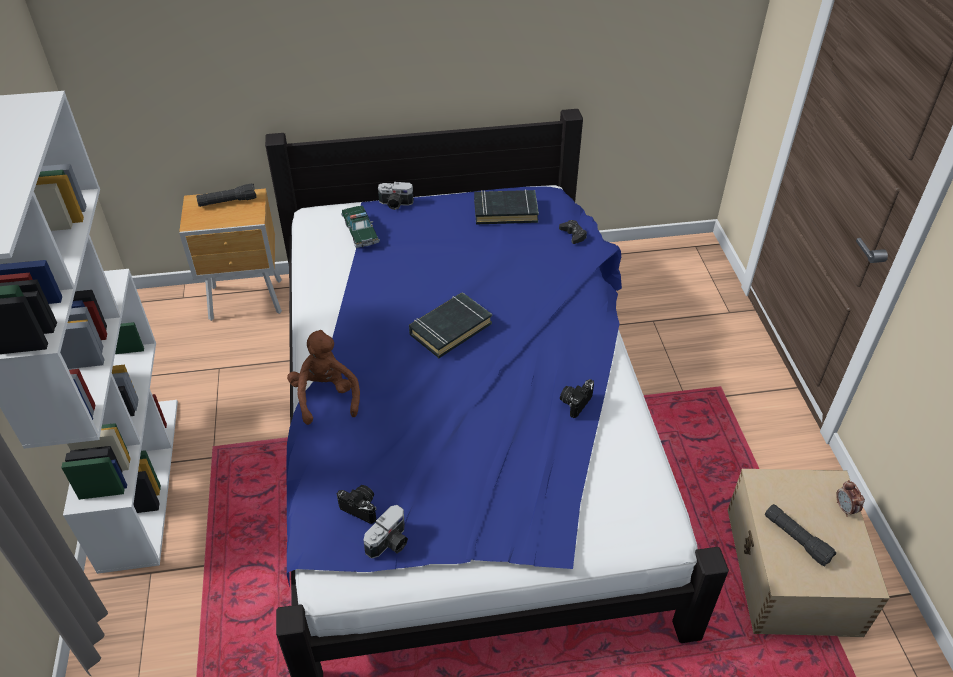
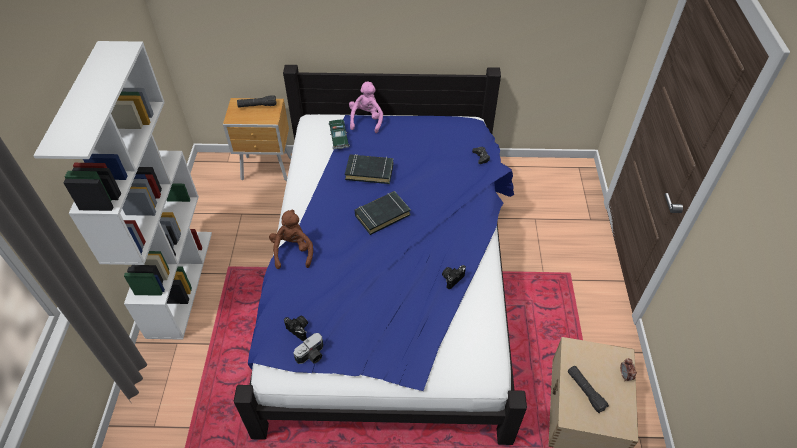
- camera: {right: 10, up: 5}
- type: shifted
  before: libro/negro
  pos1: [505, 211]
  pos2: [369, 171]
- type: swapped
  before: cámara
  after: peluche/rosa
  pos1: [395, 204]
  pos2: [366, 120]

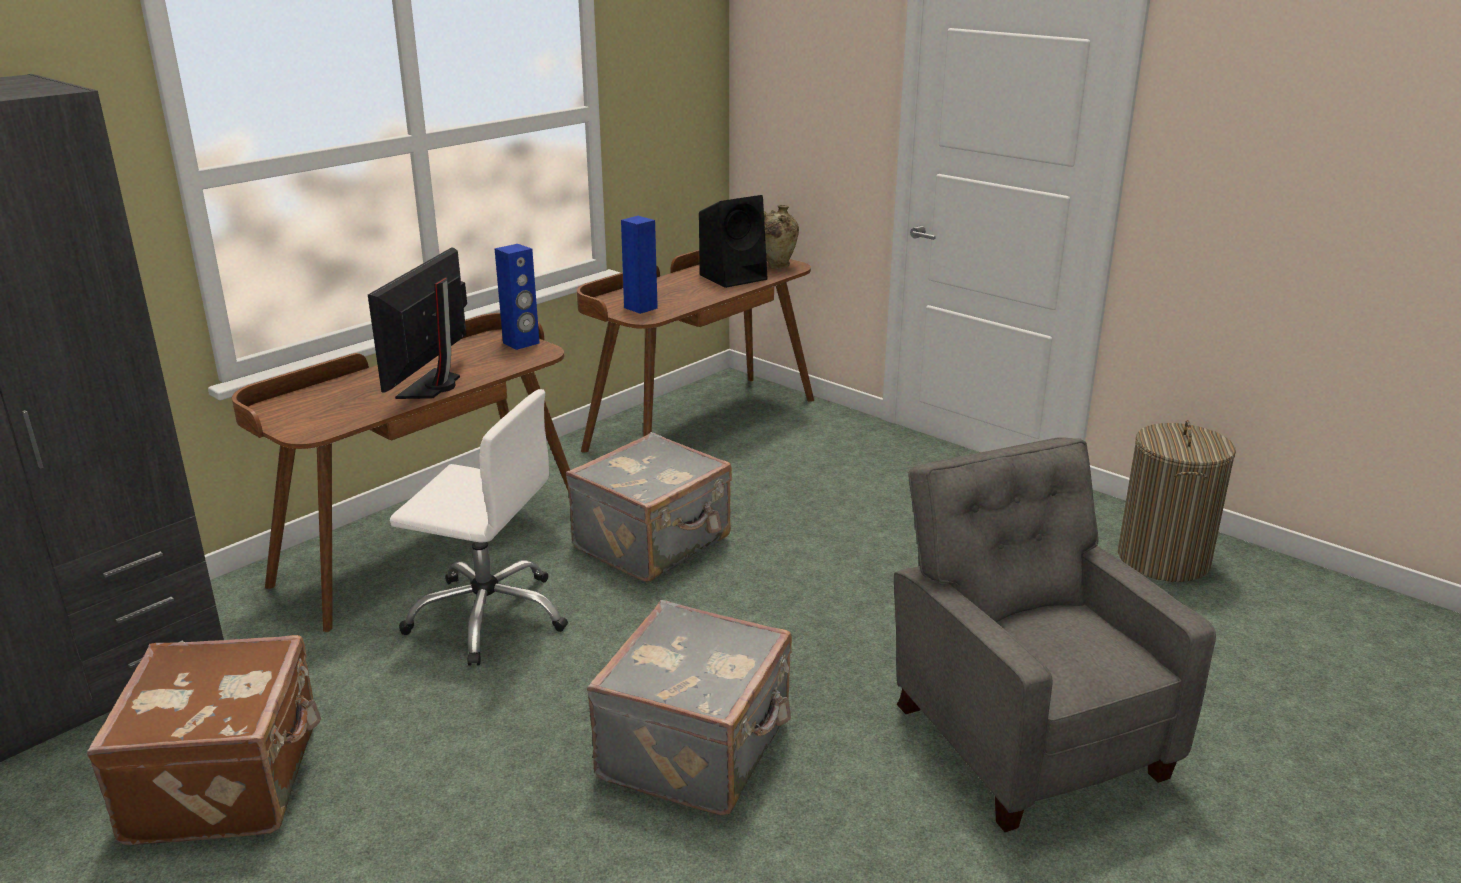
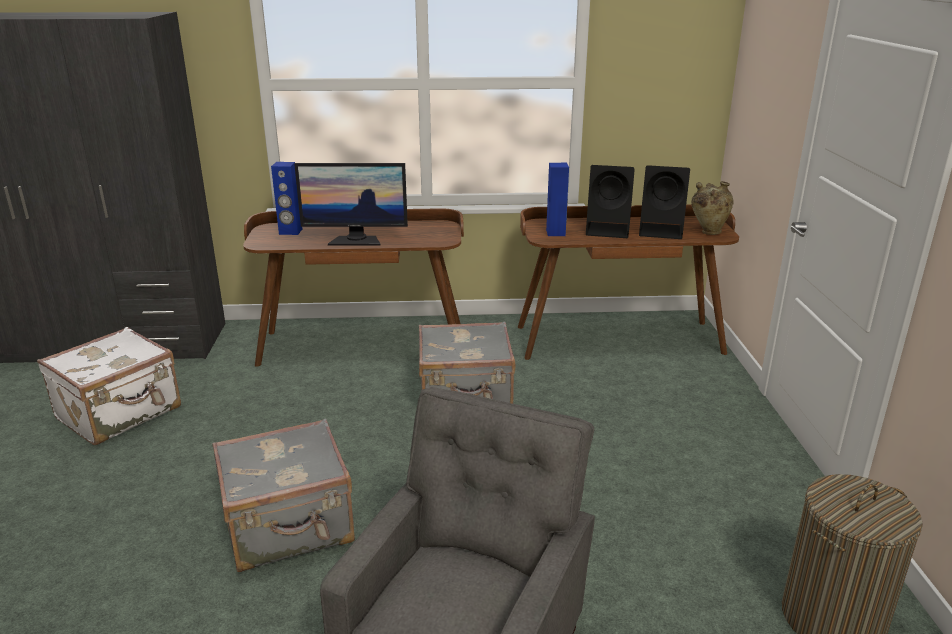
- camera: {right: 45, up: 0}
- type: gone
  before: silla de oficina/blanco
  pos1: [488, 615]
- type: new
  after: altavoz/negro
  pos2: [609, 230]
- type: shifted
  before: altavoz/azul
  pos1: [521, 343]
  pos2: [290, 232]
- type: repainted
  before: maleta/marrón
  after: maleta/blanco
  pos1: [229, 781]
  pos2: [120, 413]
- type: rotated
  before: monitor
  pos1: [433, 386]
  pos2: [356, 240]
  turn: -150

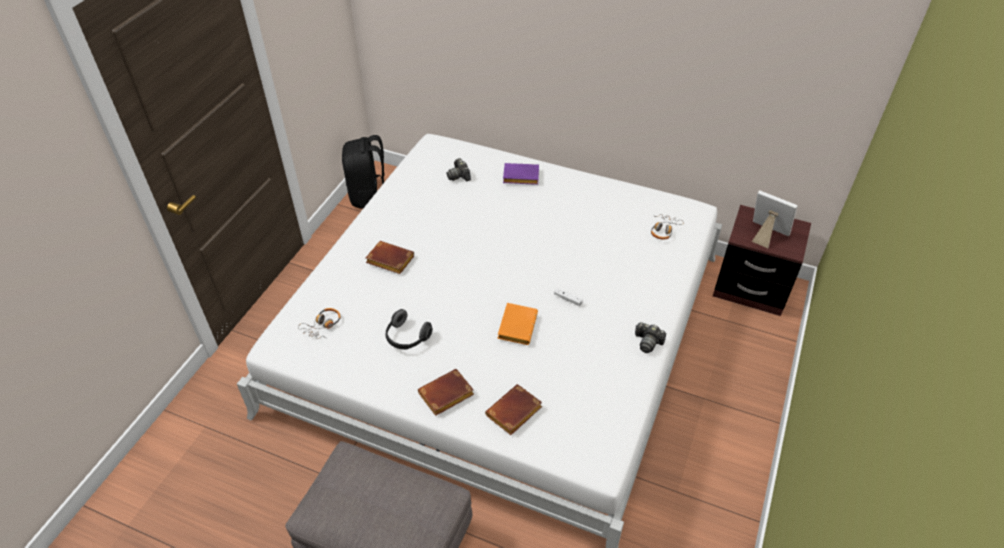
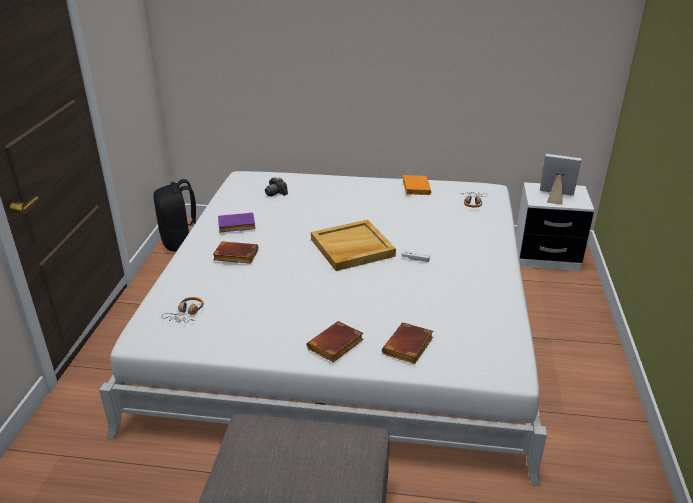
- camera: {right: -15, up: -15}
- type: gone
  before: auriculares
  pos1: [406, 338]
- type: gone
  before: cámara
  pos1: [648, 342]
- type: new
  after: bandeja/beis
  pos2: [352, 248]
- type: shifted
  before: libro/naranja
  pos1: [516, 325]
  pos2: [415, 188]
- type: shifted
  before: libro/morado
  pos1: [520, 177]
  pos2: [235, 226]
- type: repainted
  before: mesita de noche/marrón
  after: mesita de noche/blanco
  pos1: [751, 288]
  pos2: [546, 256]

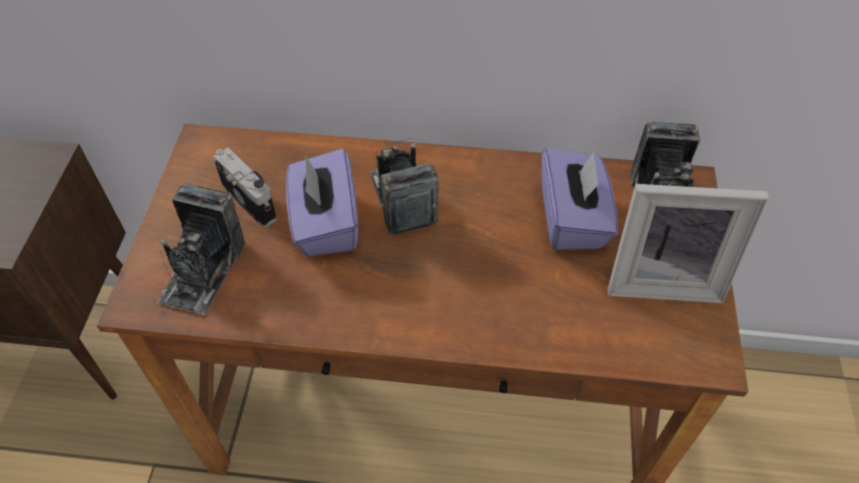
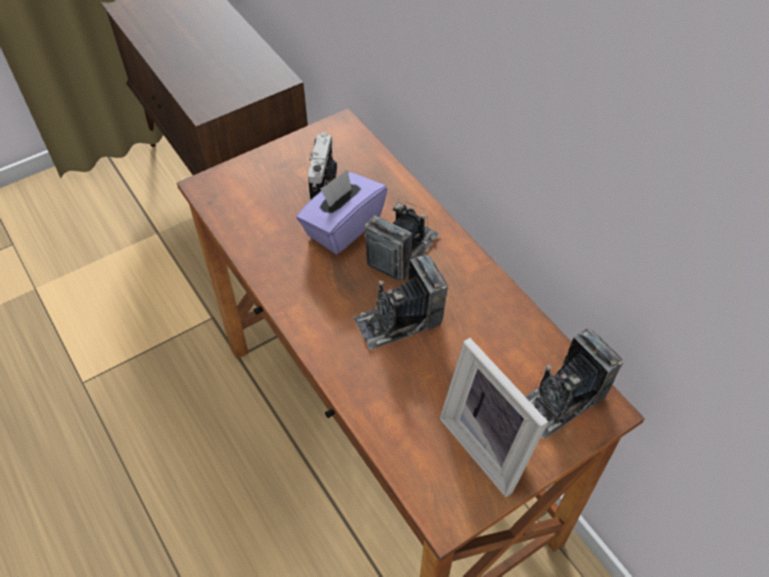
- camera: {right: 50, up: 0}
- type: gone
  before: caja de pañuelos/morado
  pos1: [572, 219]
- type: shifted
  before: cámara
  pos1: [203, 270]
  pos2: [398, 321]

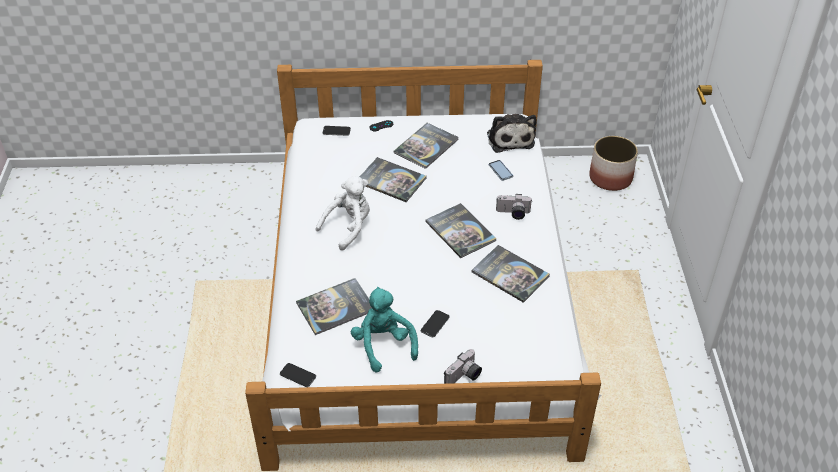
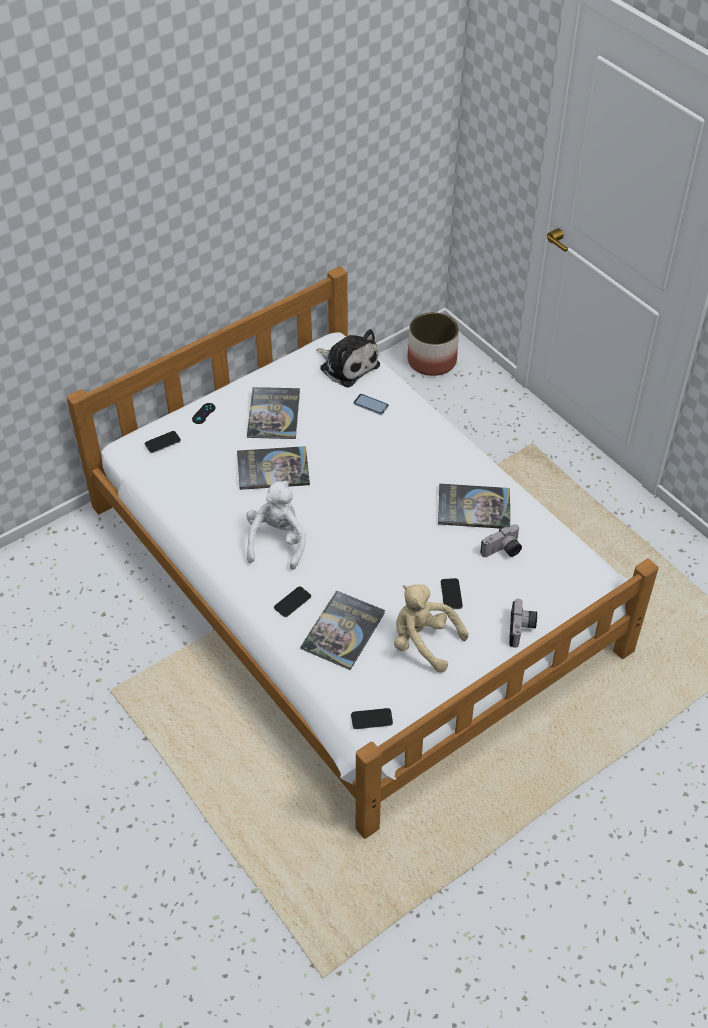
- camera: {right: -35, up: 5}
- type: gone
  before: libro
  pos1: [460, 231]
- type: new
  after: móvil
  pos2: [292, 602]
- type: shifted
  before: cámara
  pos1: [513, 214]
  pos2: [503, 551]
- type: repainted
  before: peluche/turquesa
  after: peluche/beis
  pos1: [383, 345]
  pos2: [423, 642]

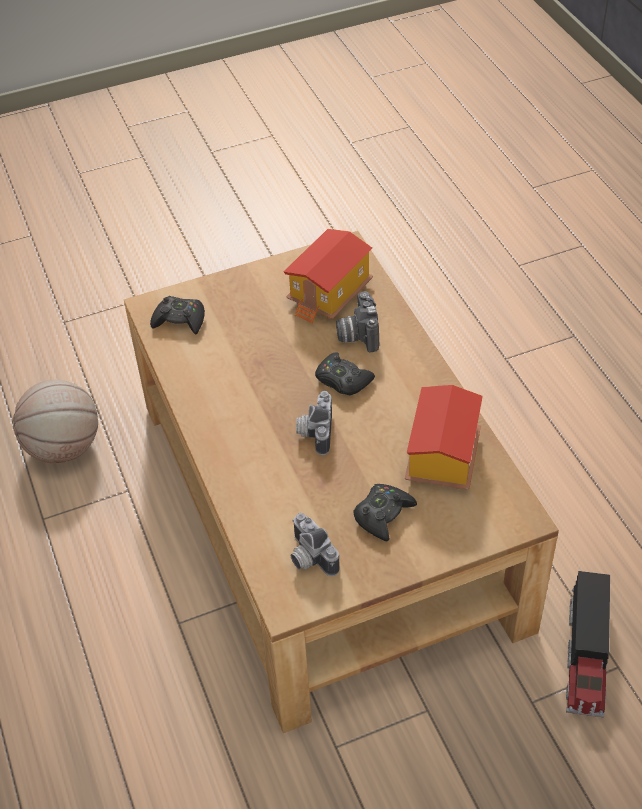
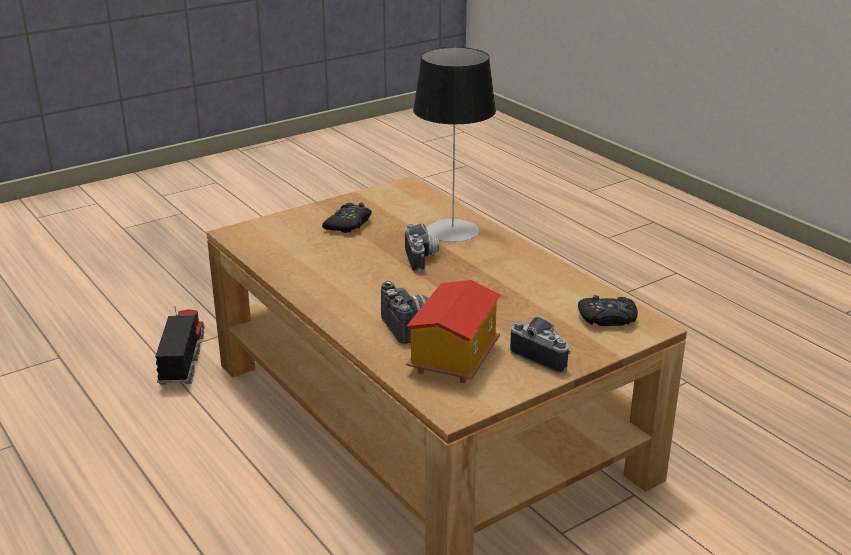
- camera: {right: 165, up: -20}
- type: gone
  before: balón de baloncesto
  pos1: [64, 448]
- type: gone
  before: mando de consola/negro
  pos1: [342, 380]
- type: gone
  before: casita
  pos1: [441, 457]
- type: new
  after: lámpara de mesa
  pos2: [452, 230]
- type: shifted
  before: cámara
  pos1: [308, 558]
  pos2: [544, 356]

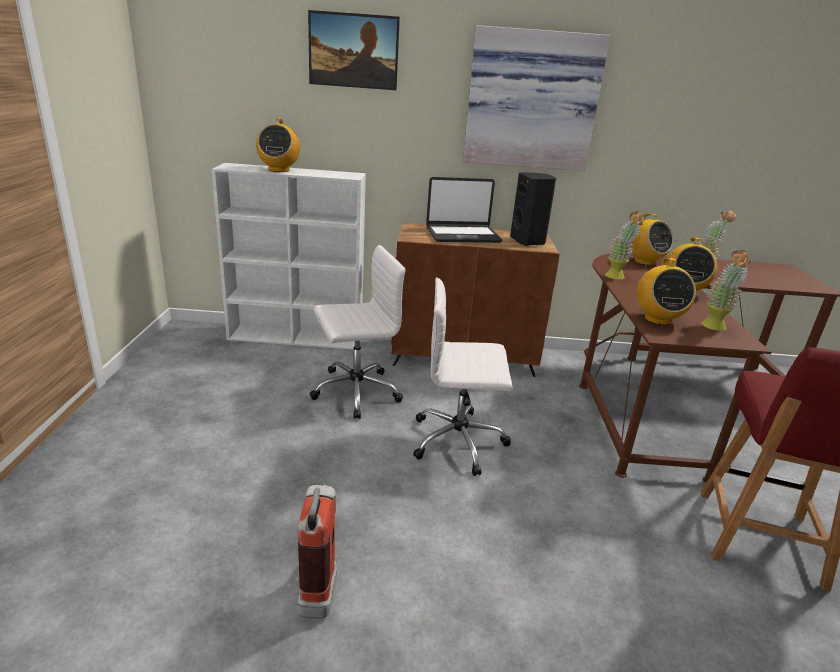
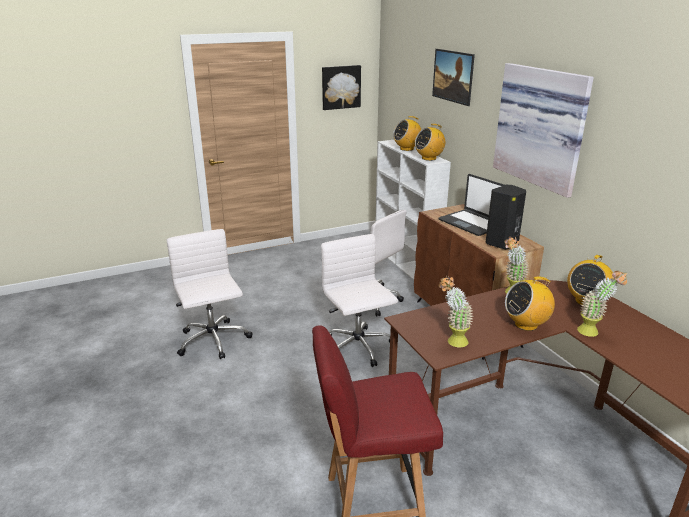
- camera: {right: 65, up: 0}
- type: new
  after: cuadro
  pos2: [340, 87]
- type: shifted
  before: radio
  pos1: [657, 319]
  pos2: [429, 158]
- type: swapped
  before: extintor
  after: silla de oficina/blanco
  pos1: [320, 586]
  pos2: [213, 341]

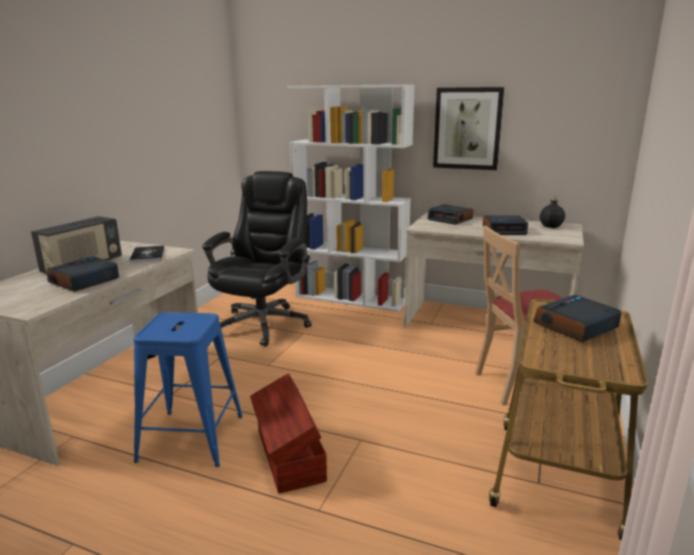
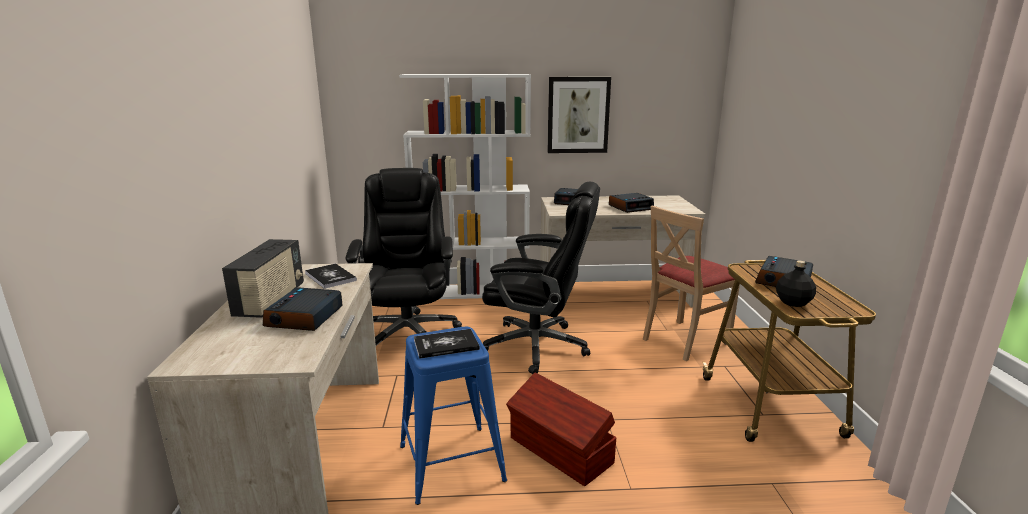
- camera: {right: -25, up: 0}
- type: new
  after: libro
  pos2: [446, 345]
- type: new
  after: silla de oficina/negro
  pos2: [538, 346]
- type: shifted
  before: botella/negro
  pos1: [551, 226]
  pos2: [793, 302]

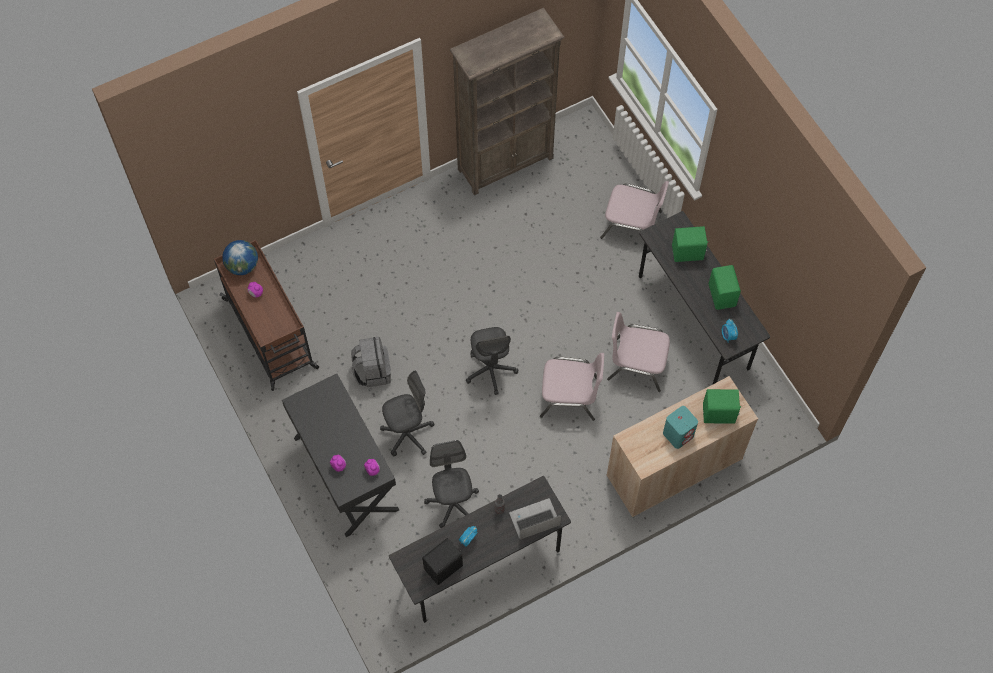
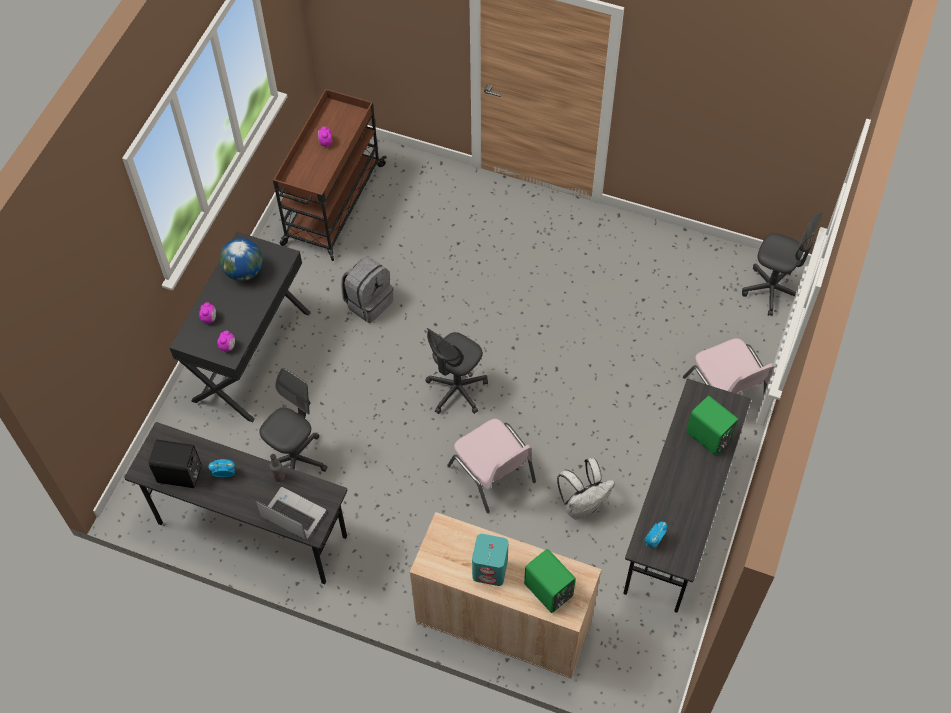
- camera: {right: 50, up: -5}
- type: gone
  before: estantería/marrón
  pos1: [506, 163]
- type: gone
  before: altavoz/verde
  pos1: [722, 295]
- type: shifted
  before: globo terráqueo
  pos1: [242, 266]
  pos2: [244, 271]
- type: shifted
  before: silla de oficina/gris
  pos1: [407, 434]
  pos2: [771, 291]
- type: swapped
  before: silla/rosa
  after: mochila/blanco
  pos1: [636, 363]
  pos2: [583, 505]

